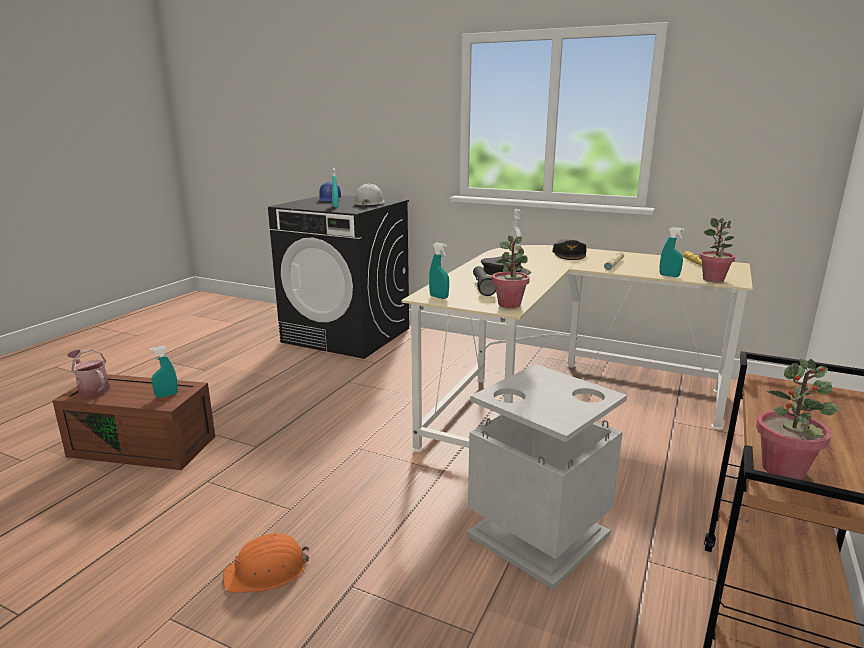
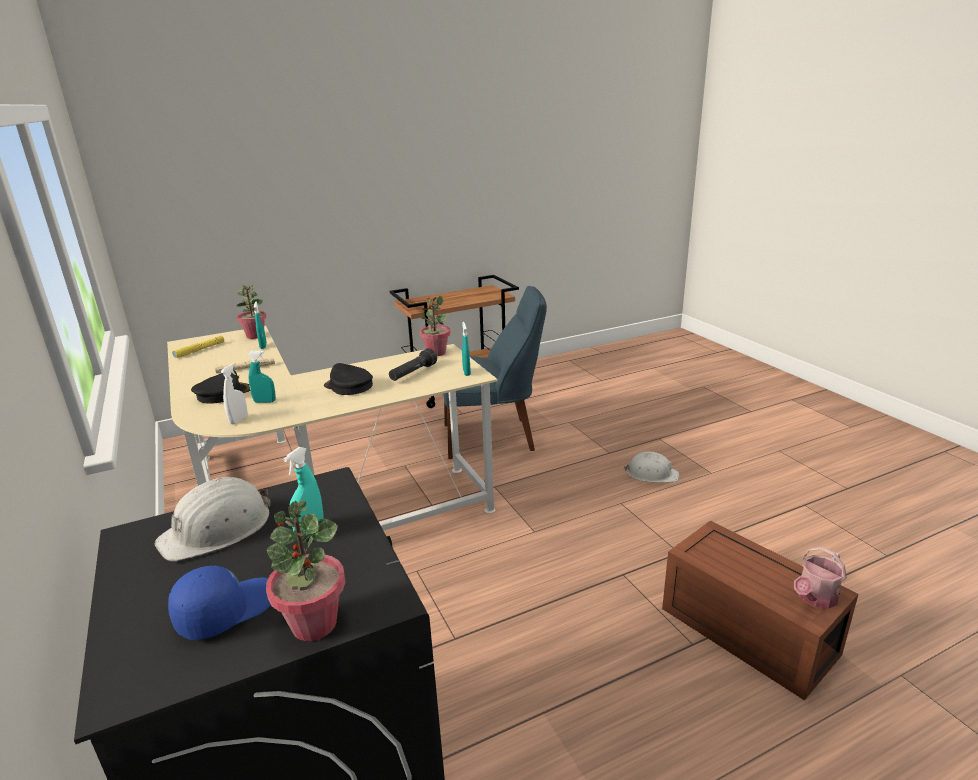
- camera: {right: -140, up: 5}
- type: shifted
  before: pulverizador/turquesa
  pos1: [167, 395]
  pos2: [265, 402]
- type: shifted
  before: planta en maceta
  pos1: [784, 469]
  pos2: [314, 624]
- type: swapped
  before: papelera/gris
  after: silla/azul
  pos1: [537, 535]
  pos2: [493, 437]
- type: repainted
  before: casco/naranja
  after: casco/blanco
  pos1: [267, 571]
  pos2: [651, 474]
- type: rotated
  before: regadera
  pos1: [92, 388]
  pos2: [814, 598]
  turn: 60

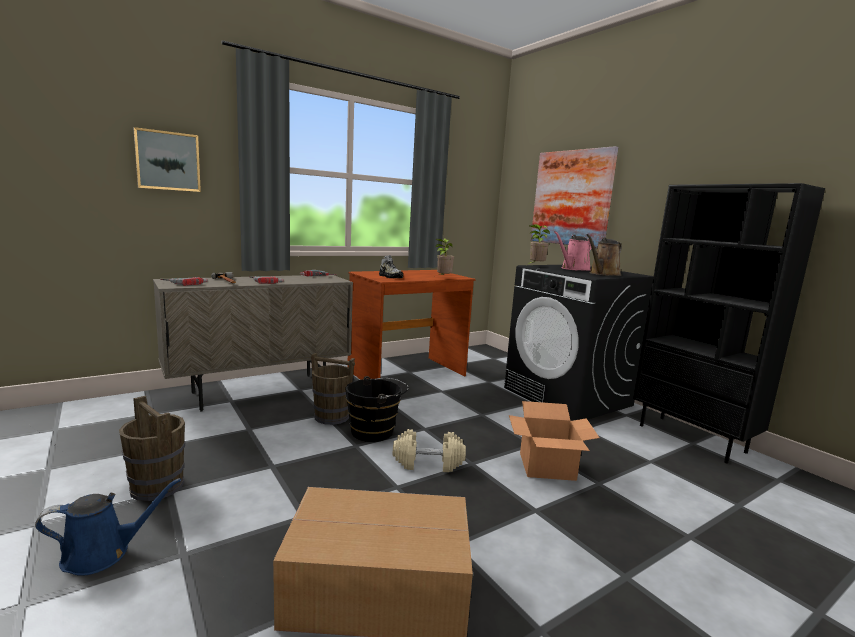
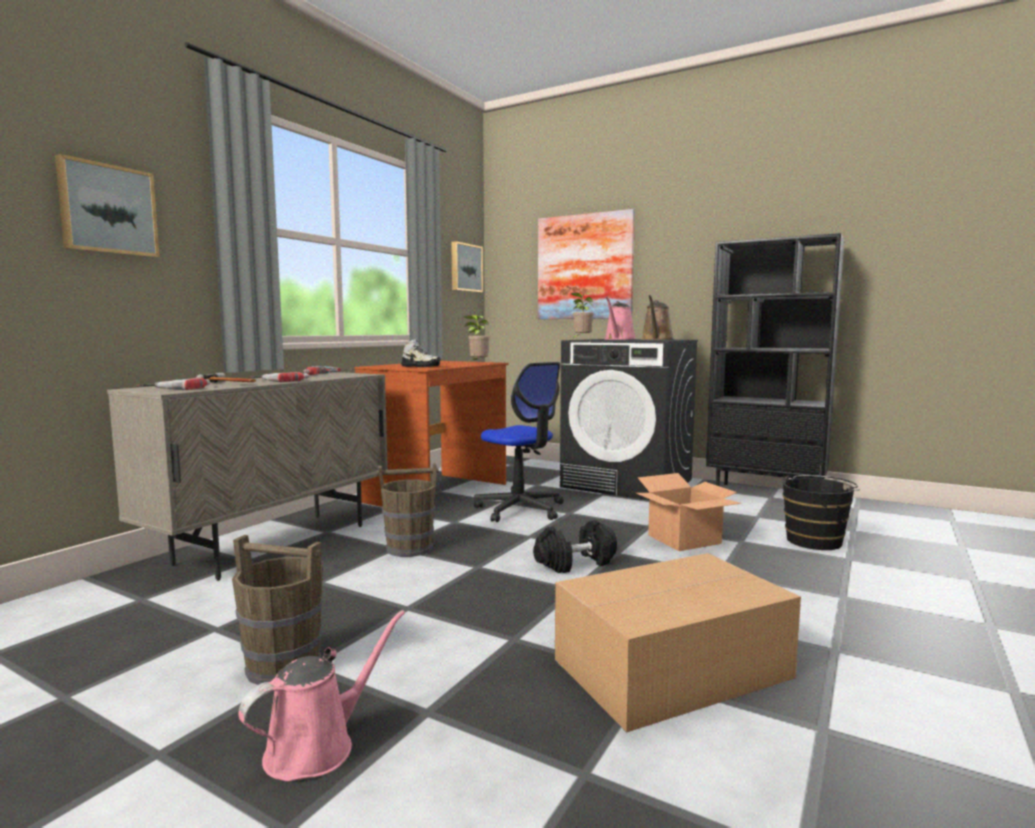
- camera: {right: -25, up: -5}
- type: new
  after: cuadro
  pos2: [465, 268]
- type: new
  after: silla de oficina
  pos2: [520, 509]
- type: shifted
  before: cubo/negro
  pos1: [376, 431]
  pos2: [815, 540]
- type: repainted
  before: regadera/azul
  after: regadera/rosa
  pos1: [103, 553]
  pos2: [317, 747]
- type: repainted
  before: mancuerna/beis
  after: mancuerna/negro
  pos1: [428, 463]
  pos2: [575, 563]

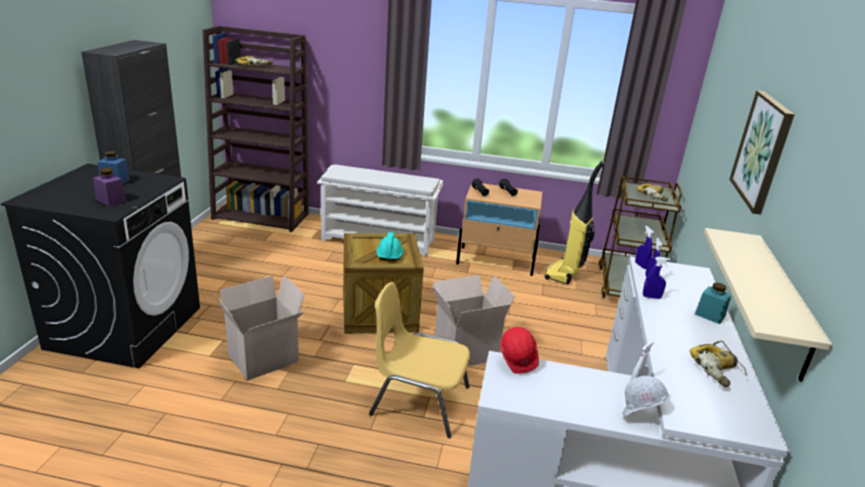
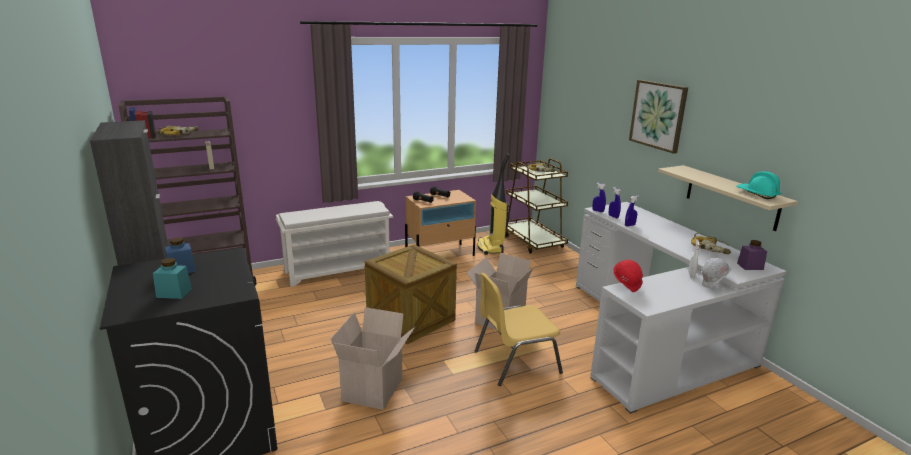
- camera: {right: -35, up: -5}
- type: shifted
  before: tarro/morado
  pos1: [111, 200]
  pos2: [750, 266]
- type: shifted
  before: casco/turquesa
  pos1: [389, 253]
  pos2: [757, 194]
- type: shifted
  before: tarro/turquesa
  pos1: [710, 315]
  pos2: [174, 293]

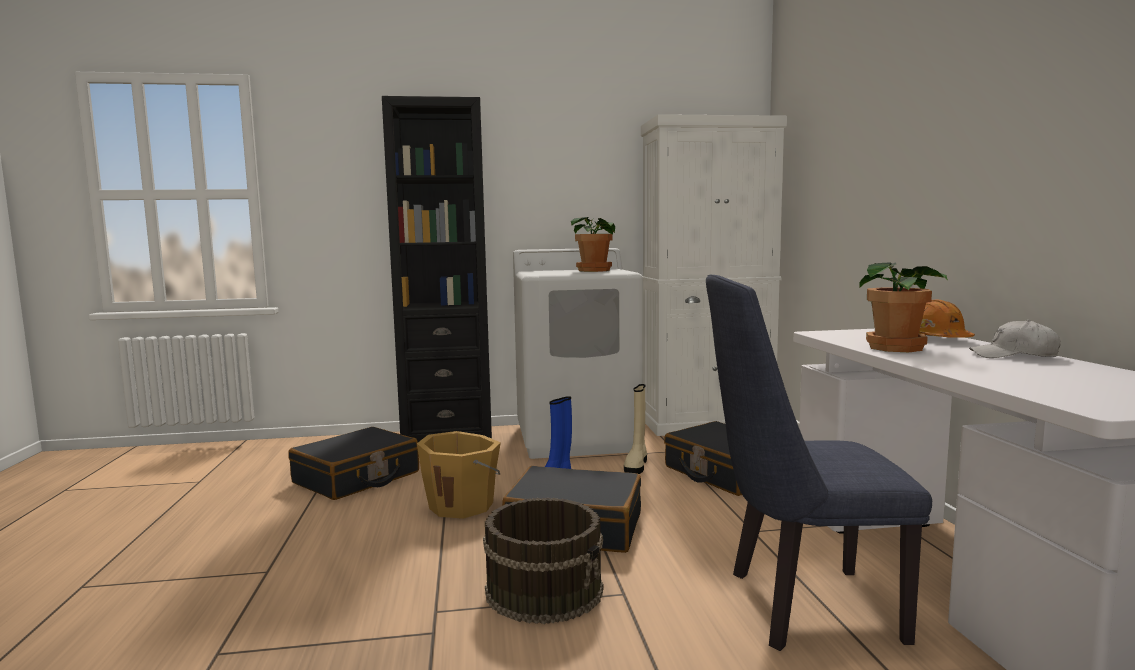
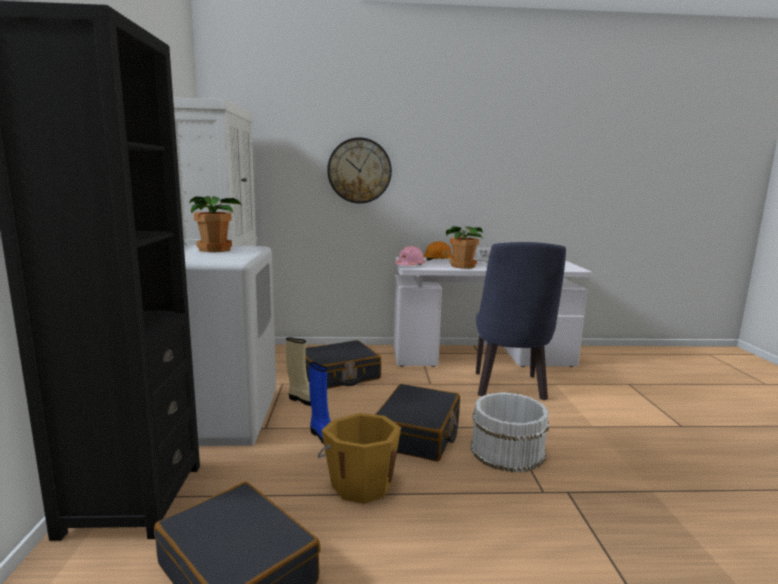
- camera: {right: -85, up: 5}
- type: new
  after: reloj de pared
  pos2: [359, 170]
- type: new
  after: casco/rosa
  pos2: [410, 266]
- type: repainted
  before: cubo/marrón
  after: cubo/blanco
  pos1: [545, 589]
  pos2: [506, 450]

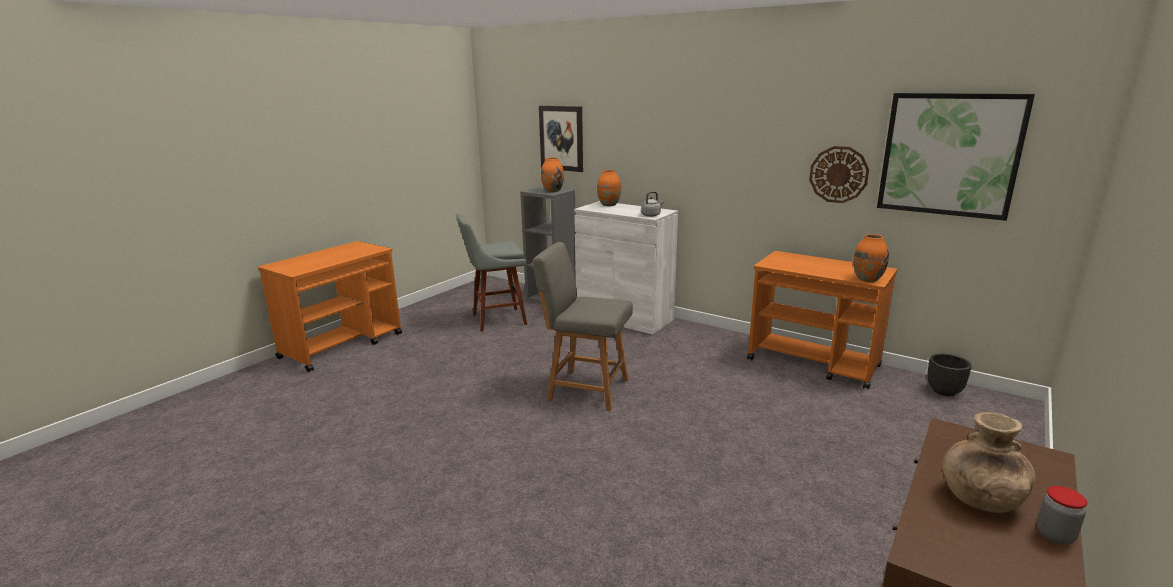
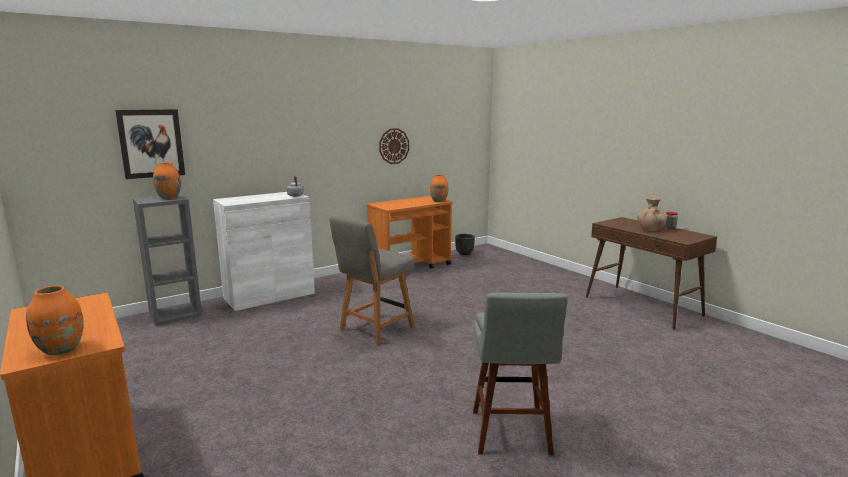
- camera: {right: -70, up: -5}
- type: gone
  before: cuadro
  pos1: [949, 155]
- type: shifted
  before: taburete/gris
  pos1: [495, 320]
  pos2: [511, 435]
- type: shifted
  before: florero/naranja
  pos1: [609, 204]
  pos2: [61, 349]

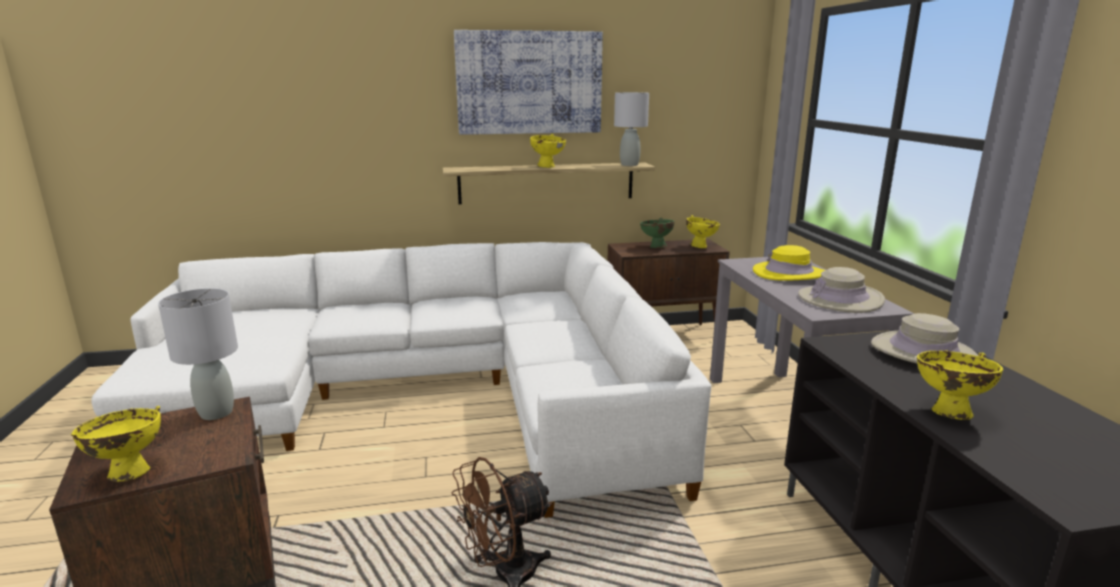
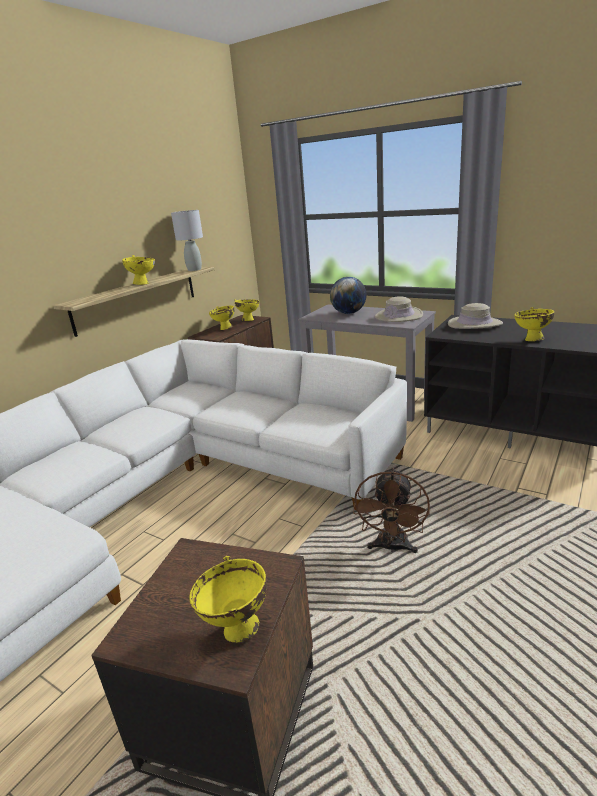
- camera: {right: -45, up: 5}
- type: gone
  before: lámpara de mesa/gris
  pos1: [216, 413]
- type: gone
  before: cuadro
  pos1: [529, 83]
- type: swapped
  before: sombrero/amarillo
  after: globo terráqueo
  pos1: [789, 273]
  pos2: [348, 313]
- type: repainted
  before: cuenco/verde
  after: cuenco/amarillo
  pos1: [656, 247]
  pos2: [224, 329]

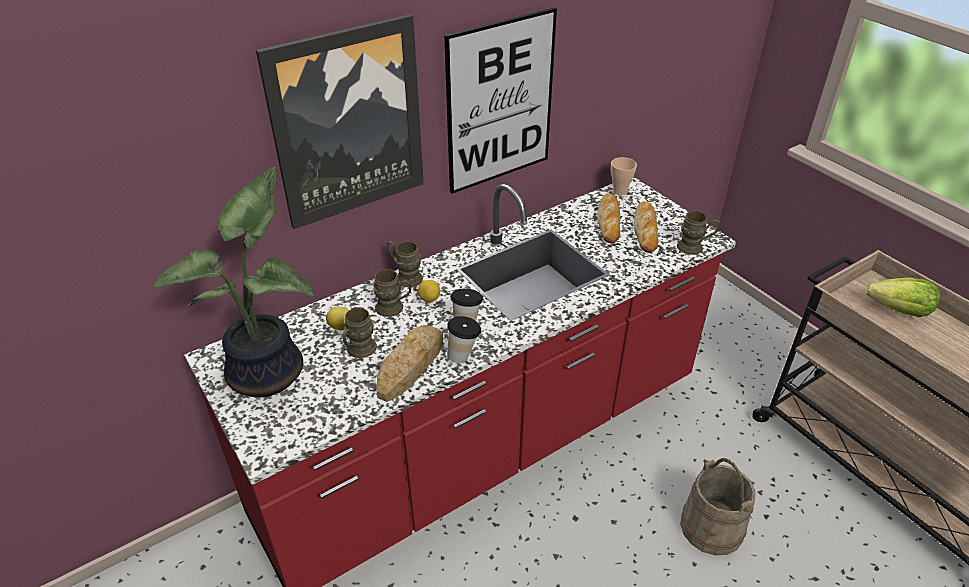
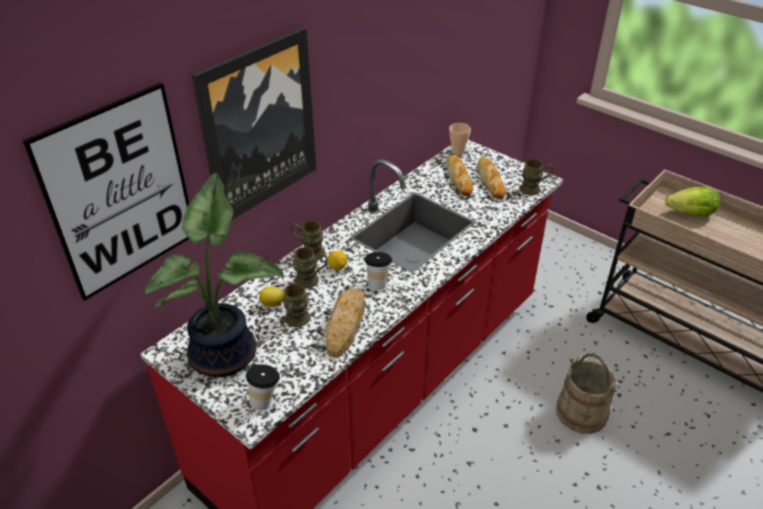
- camera: {right: -15, up: 0}
- type: shifted
  before: cuadro
  pos1: [500, 103]
  pos2: [120, 193]
- type: shifted
  before: taza
  pos1: [463, 355]
  pos2: [265, 400]

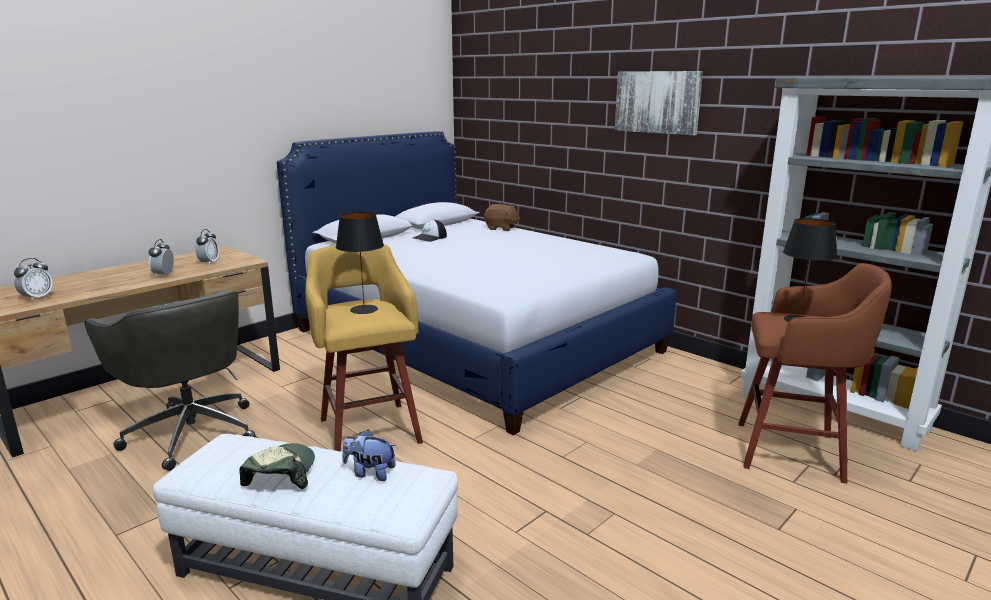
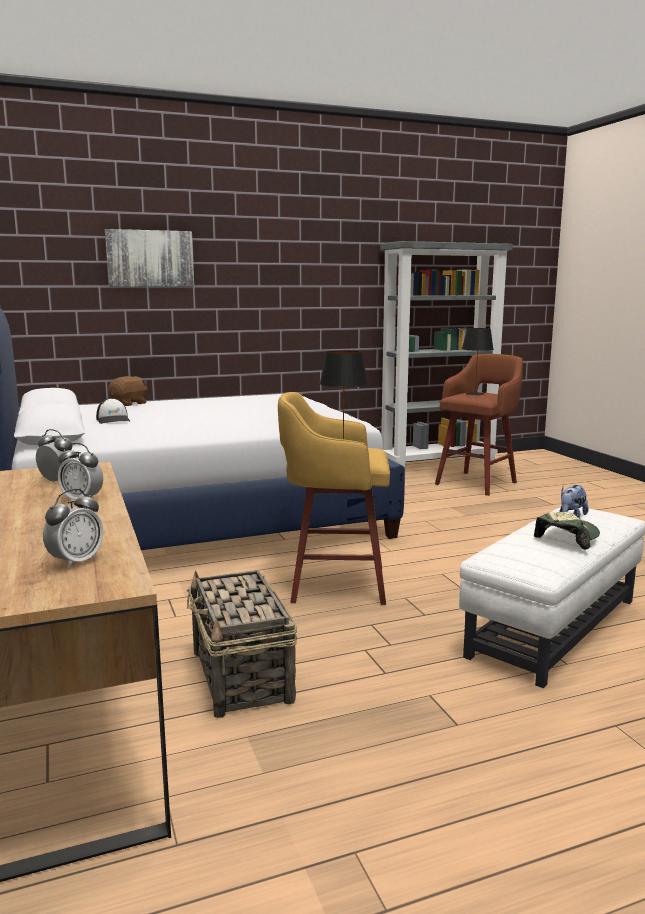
- camera: {right: -65, up: -5}
- type: shifted
  before: cuadro
  pos1: [657, 102]
  pos2: [150, 258]
- type: swapped
  before: silla de oficina/gris
  after: cesta
  pos1: [191, 432]
  pos2: [241, 677]
- type: rotated
  before: despertador
  pos1: [37, 298]
  pos2: [76, 562]
  turn: 75
- type: rotated
  before: gorra
  pos1: [280, 474]
  pos2: [567, 538]
  turn: 105

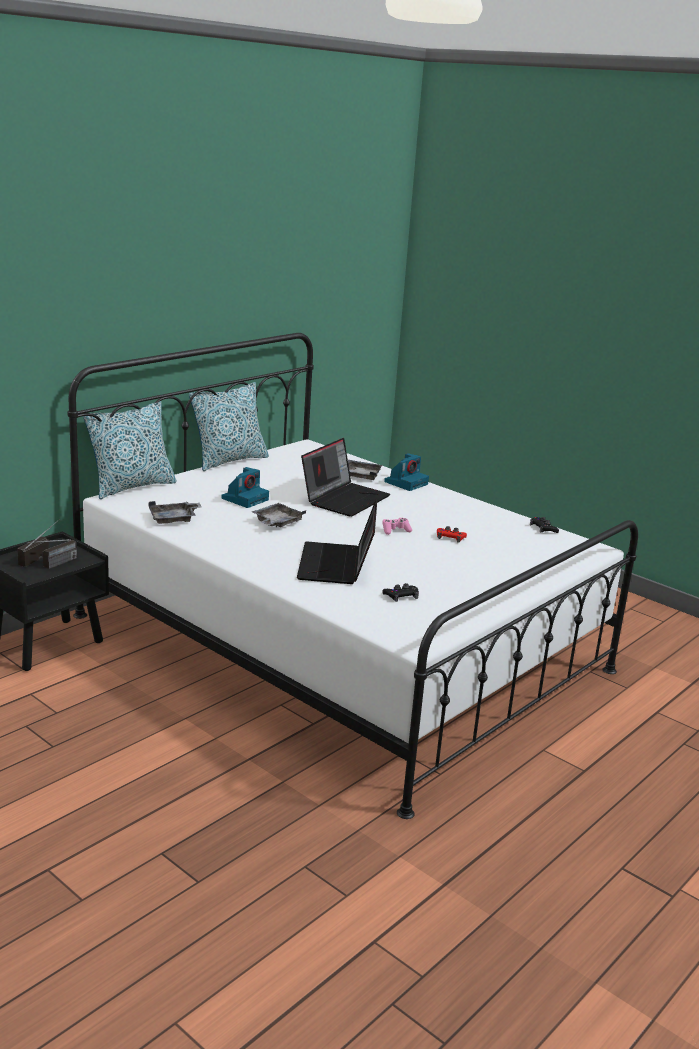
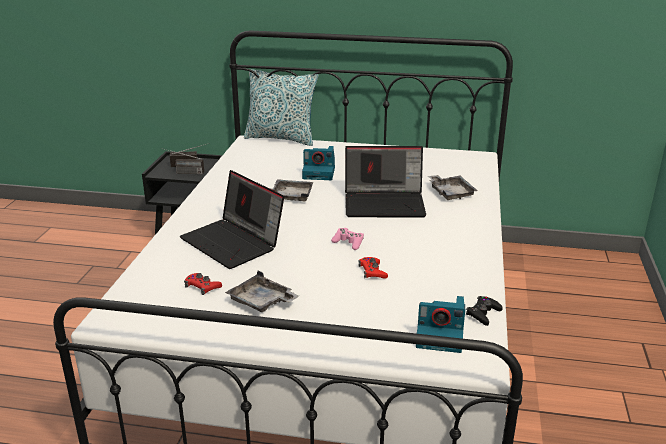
- camera: {right: 60, up: 5}
- type: gone
  before: cojín
  pos1: [229, 460]
- type: shifted
  before: bandeja/gris
  pos1: [174, 519]
  pos2: [261, 302]
- type: shifted
  before: cámara
  pos1: [406, 483]
  pos2: [441, 335]
- type: repainted
  before: mando de consola/negro
  after: mando de consola/rojo
  pos1: [401, 596]
  pos2: [202, 287]
- type: rotated
  before: portátil
  pos1: [337, 565]
  pos2: [234, 242]
  turn: -105

